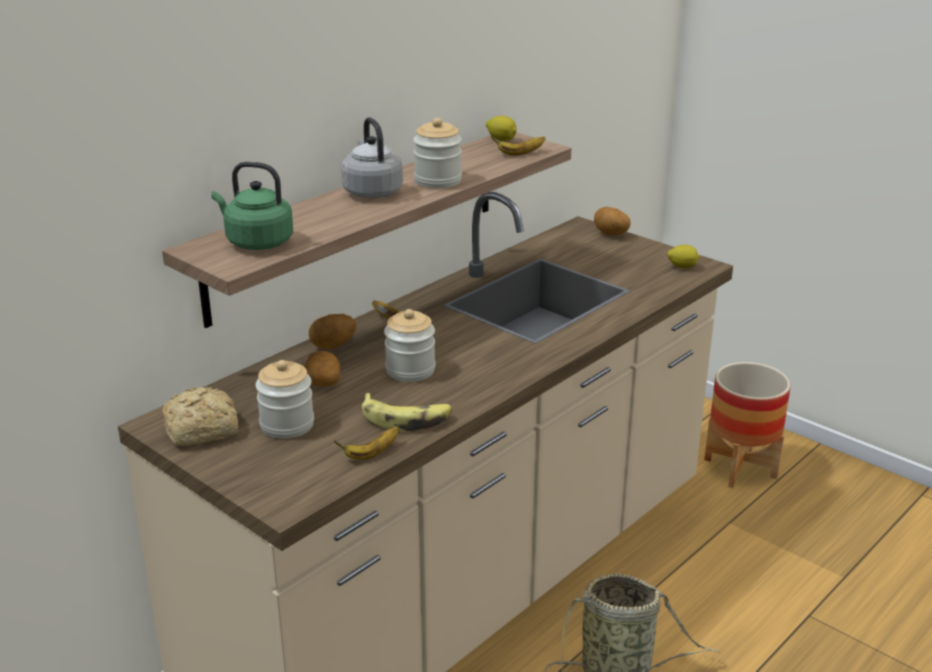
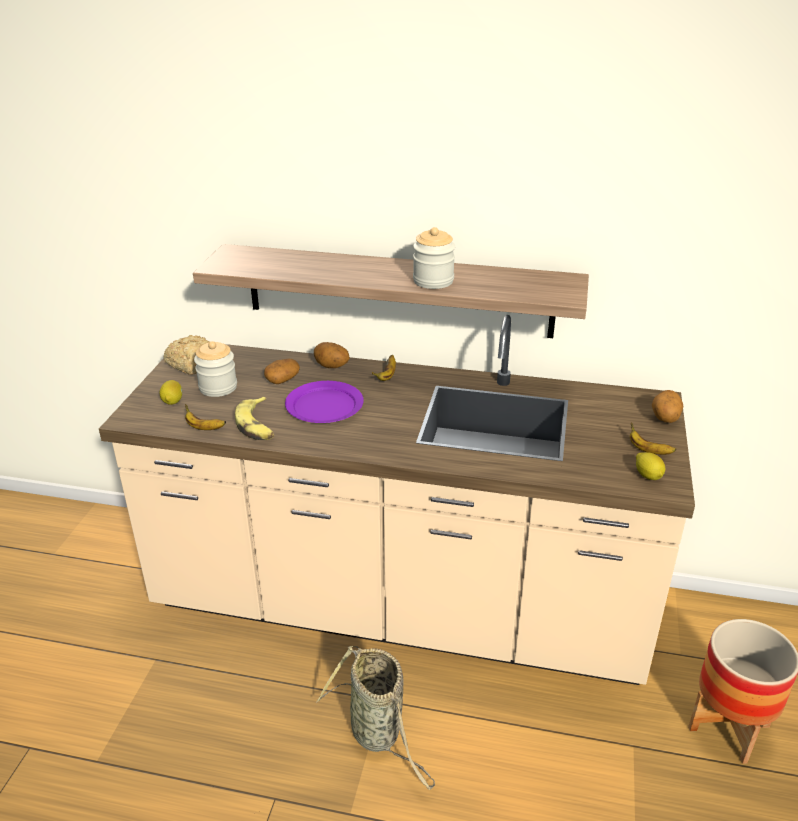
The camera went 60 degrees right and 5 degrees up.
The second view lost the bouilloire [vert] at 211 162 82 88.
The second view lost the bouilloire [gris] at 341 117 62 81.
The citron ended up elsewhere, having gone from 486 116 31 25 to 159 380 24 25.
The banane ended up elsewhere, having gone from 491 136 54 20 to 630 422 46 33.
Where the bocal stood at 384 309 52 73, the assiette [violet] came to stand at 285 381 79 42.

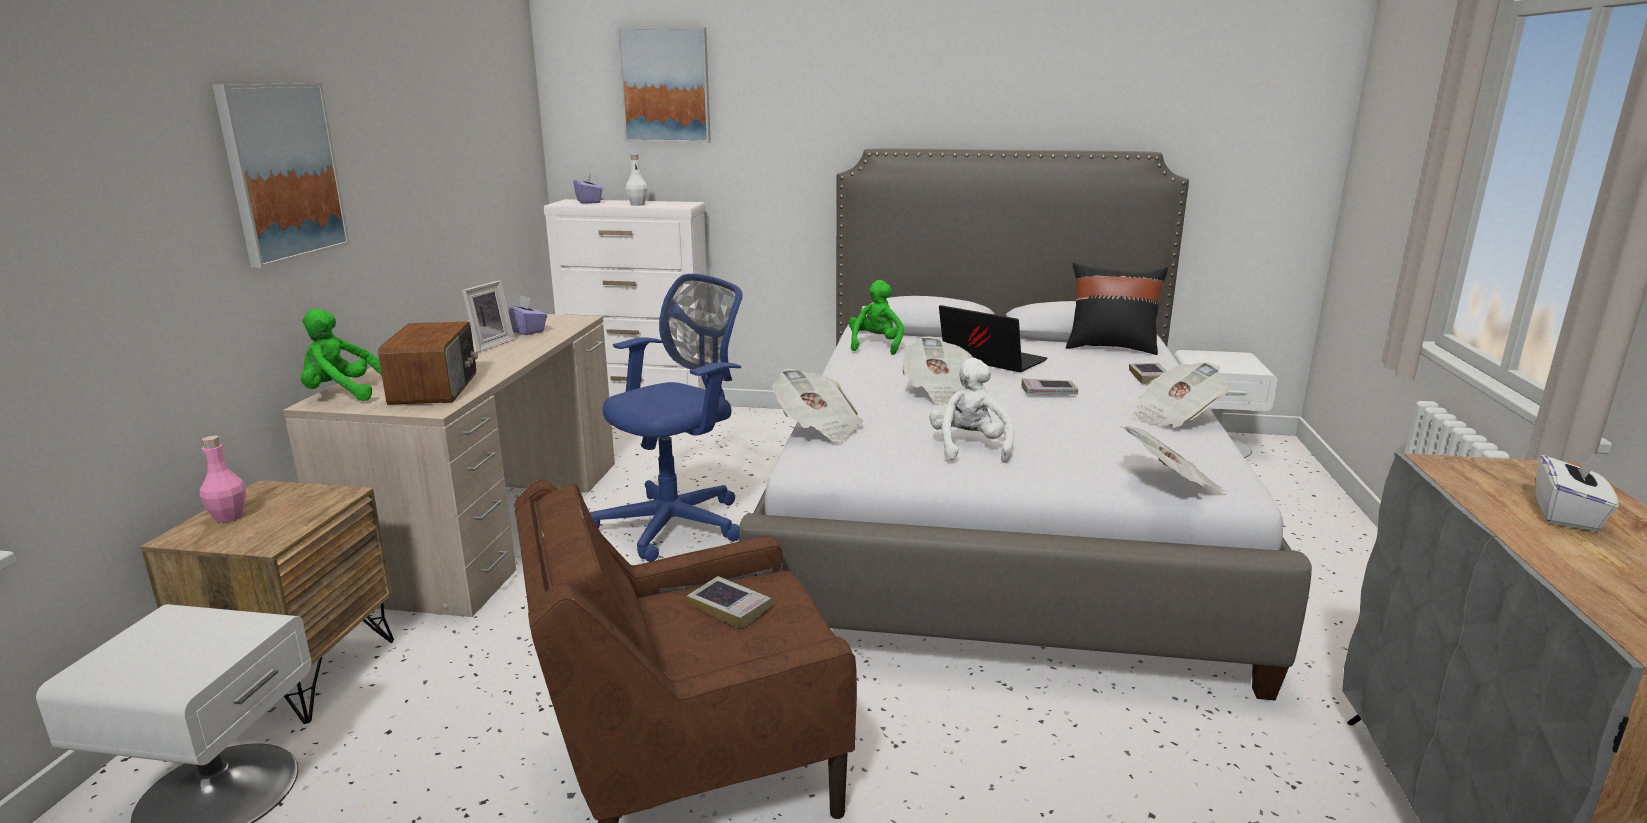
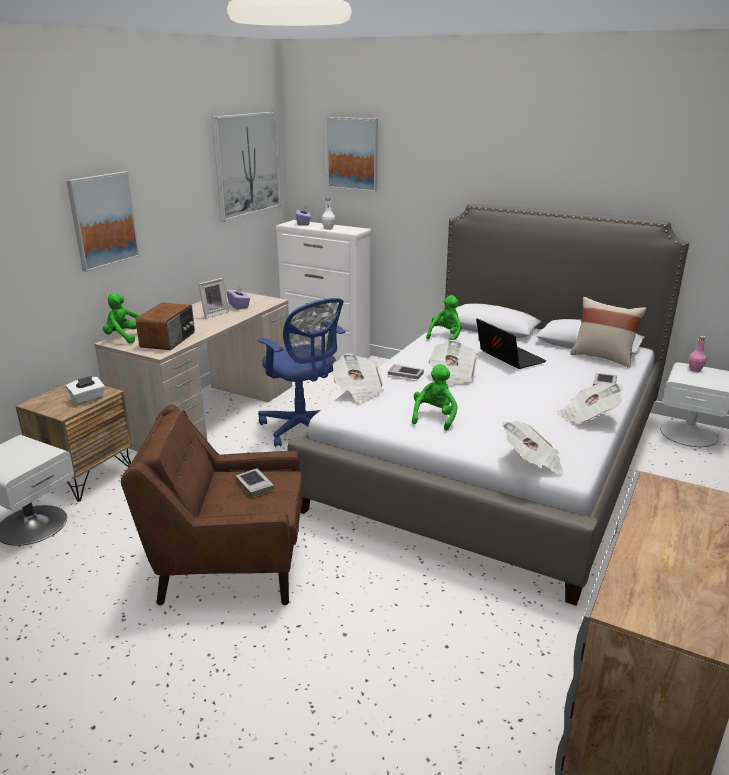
The camera went 20 degrees right and 5 degrees up.
The second view gained the tableau at 212 112 69 110.
The bouteille [rose] ended up elsewhere, having gone from 200 436 46 86 to 689 336 18 36.
The livre ended up elsewhere, having gone from 1021 378 57 17 to 388 364 36 15.
The boîte à mouchoirs [blanc] ended up elsewhere, having gone from 1535 450 83 81 to 66 376 39 28.
What was the peluche [blanc] at 929 358 85 105 turned into the peluche [vert] at 412 364 46 67.
What was the coussin [noir] at 1066 262 102 93 turned into the coussin [beige] at 570 297 77 71.
The chaise de bureau [bleu] at 590 274 152 288 ended up facing another way, 75 degrees clockwise from before.

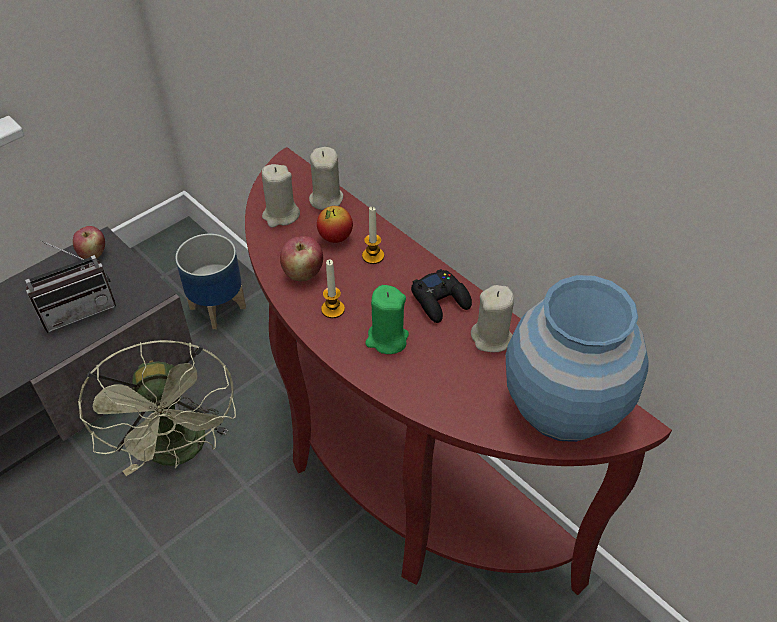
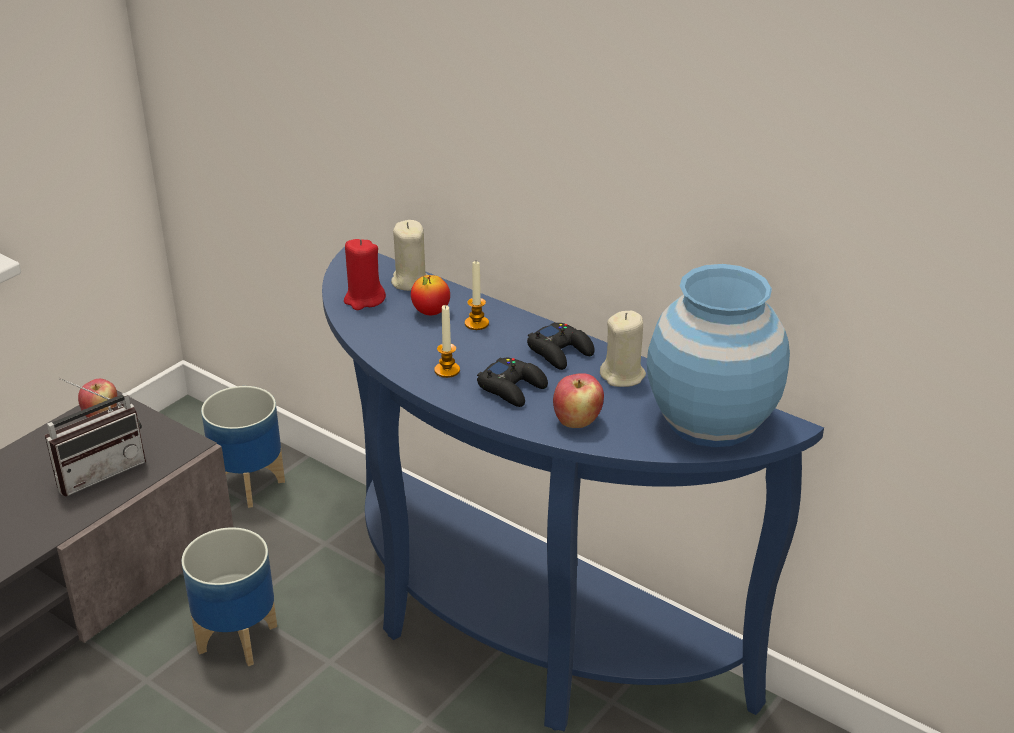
The camera went 10 degrees left and 15 degrees down.
The pomme ended up elsewhere, having gone from 280 236 43 45 to 553 373 51 55.
Where the ventilateur [vert] stood at 78 340 158 136, the cache-pot came to stand at 182 527 95 139.
Where the bougie [vert] stood at 365 285 44 69, the manette [noir] came to stand at 477 357 71 50.
What was the table console [rouge] at 245 147 427 448 turned into the table console [bleu] at 322 247 502 484.
What was the bougie [beige] at 262 164 38 64 turned into the bougie [rouge] at 344 239 42 71.

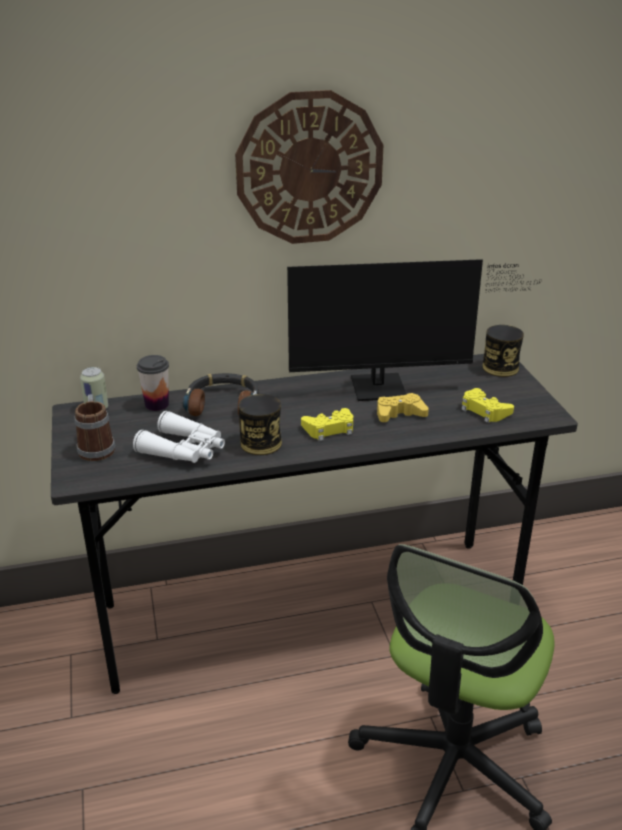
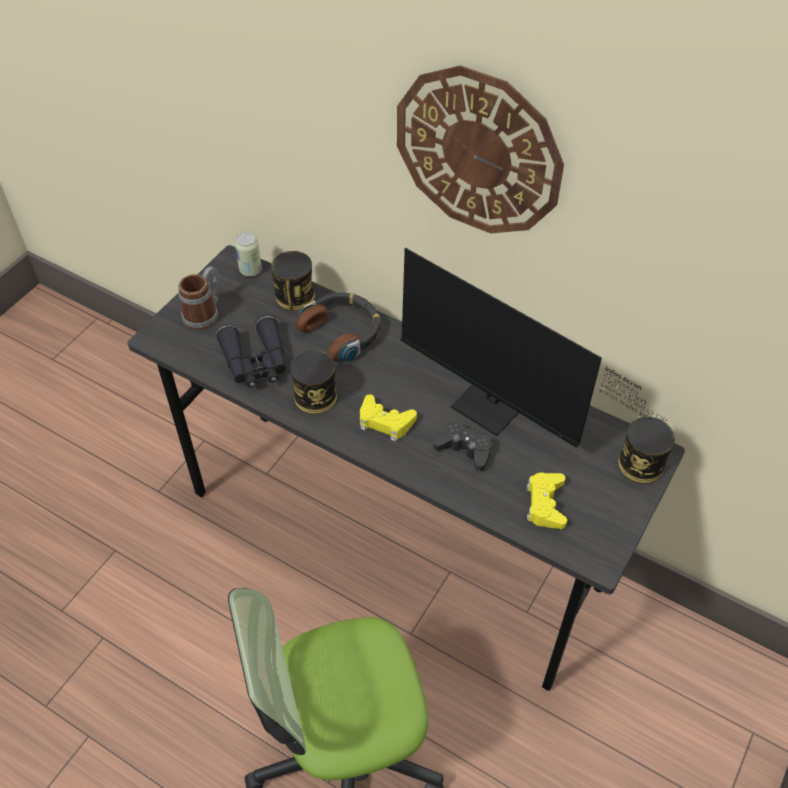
The camera went 45 degrees right and 20 degrees up.
Where the tasse stood at 137 355 32 56, the boîte métallique came to stand at 271 251 44 60.
What was the jumelles [blanc] at 133 411 92 52 turned into the jumelles [noir] at 216 315 70 73.
What was the manette [jaune] at 377 393 52 29 turned into the manette [noir] at 433 421 59 50.

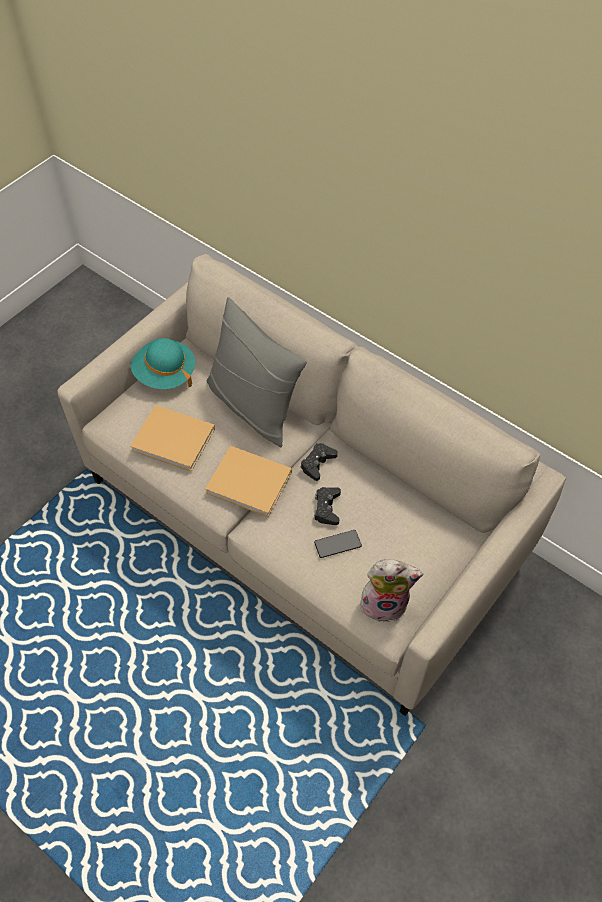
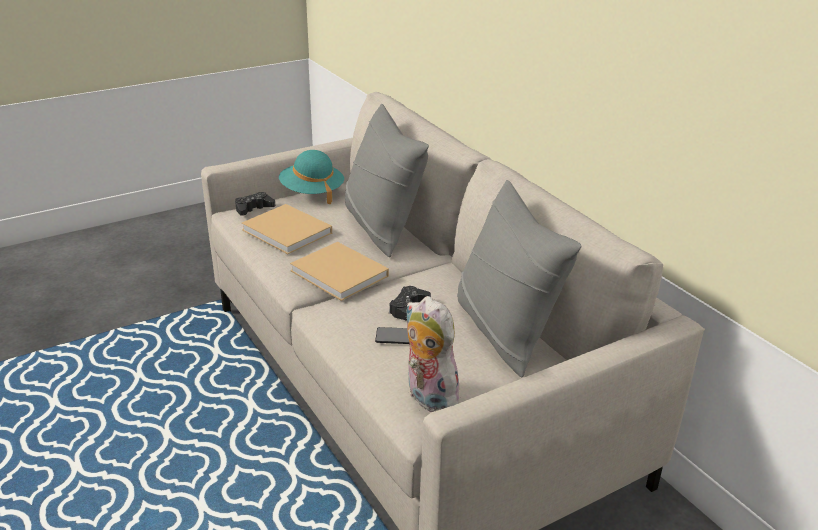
The camera went 20 degrees right and 25 degrees down.
The second view gained the coussin [gris] at 457 180 124 197.
The manette [noir] ended up elsewhere, having gone from 301 443 37 38 to 235 192 40 24.
The peluche at 360 559 63 64 ended up facing another way, 150 degrees counterclockwise from before.

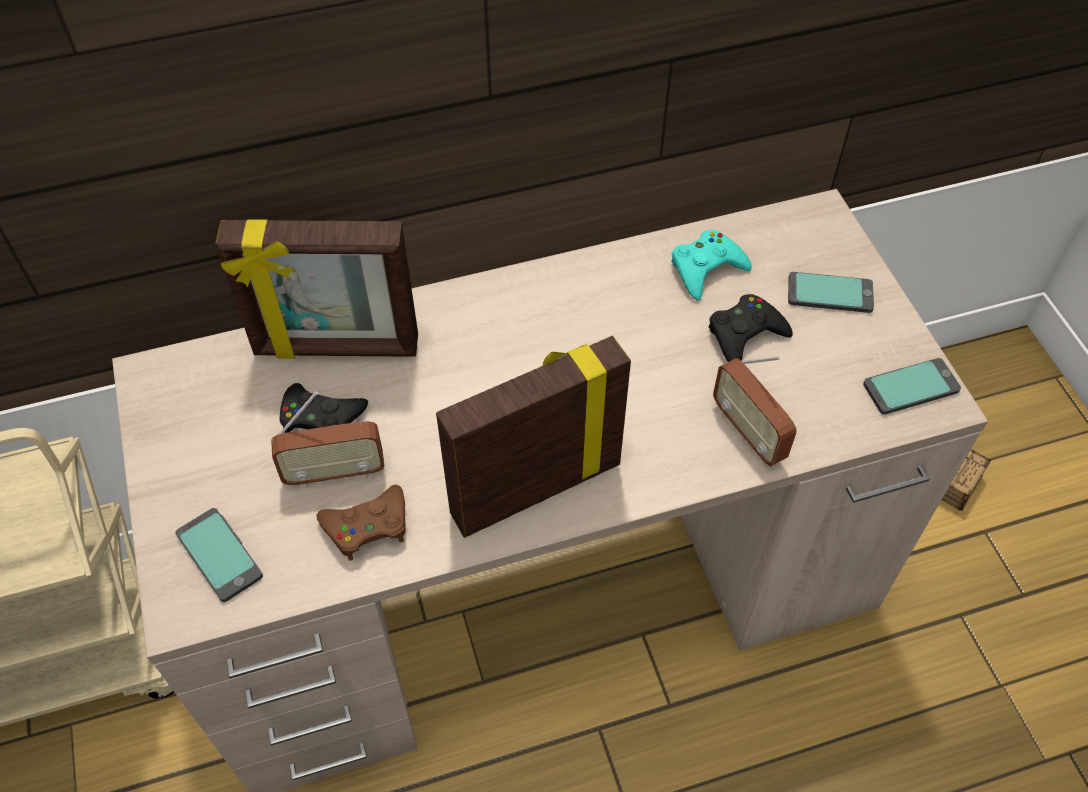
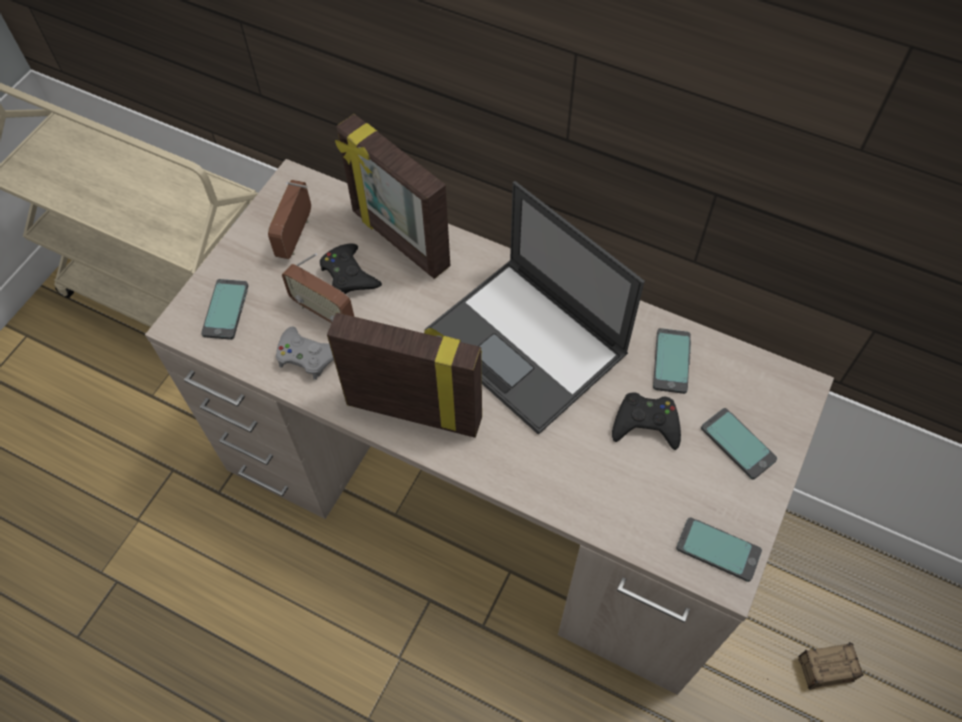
The camera went 45 degrees right and 5 degrees up.
The second view gained the ordinateur portable at 425 181 220 254.
The radio ended up elsewhere, having gone from 713 356 84 110 to 268 180 43 79.
Where the manette [turquoise] stood at 671 230 81 70, the téléphone came to stand at 653 328 38 66.
What was the manette [marron] at 316 485 90 76 turned into the manette [gris] at 276 327 58 53.

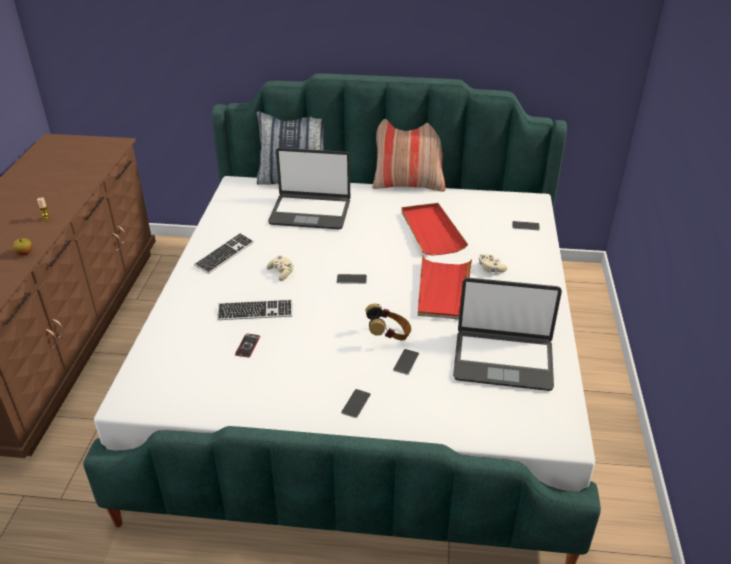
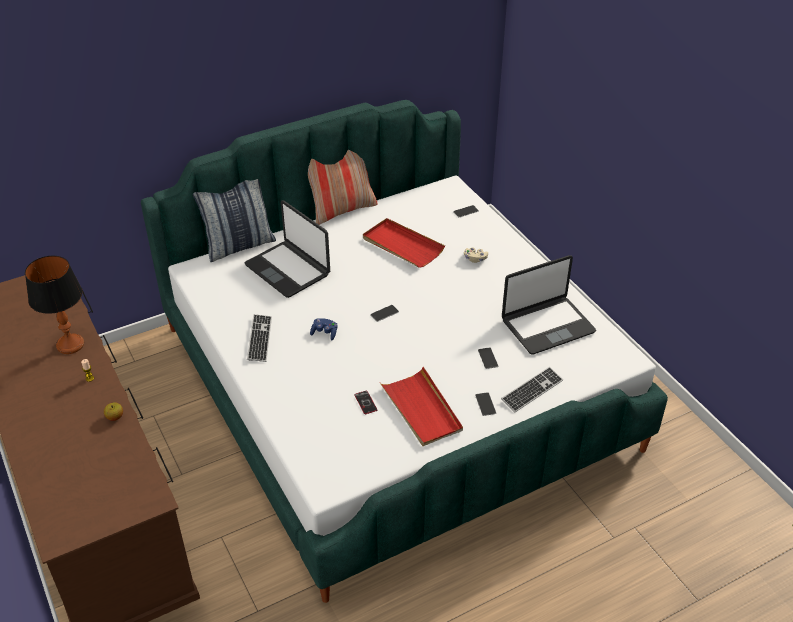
The camera went 35 degrees left and 5 degrees up.
The second view lost the casque audio at 366 303 45 38.
The second view gained the lampe de table at 25 256 59 98.
The clavier ended up elsewhere, having gone from 217 299 76 21 to 501 367 62 45.
The plateau [rouge] ended up elsewhere, having gone from 418 255 54 65 to 379 367 84 79.
What was the manette [beige] at 266 255 28 26 turned into the manette [bleu] at 310 318 28 22.
The ordinateur portable at 268 148 82 81 ended up facing another way, 75 degrees clockwise from before.

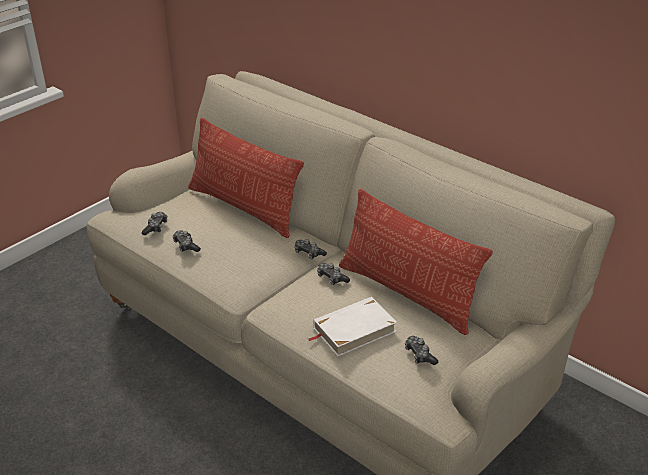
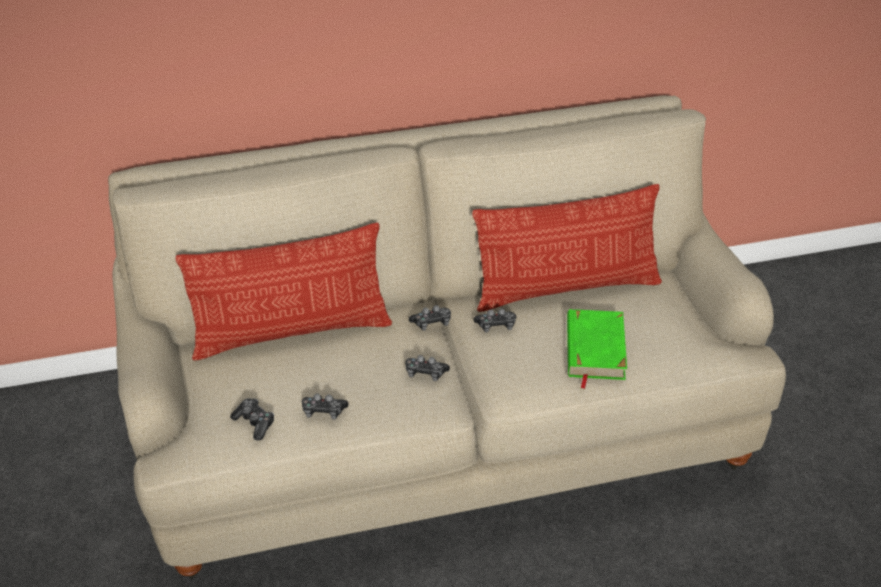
The camera went 55 degrees left and 5 degrees up.
The manette ended up elsewhere, having gone from 405 336 33 29 to 405 355 45 26.
What was the livre [blanc] at 309 297 88 60 turned into the livre [vert] at 567 309 60 80.

